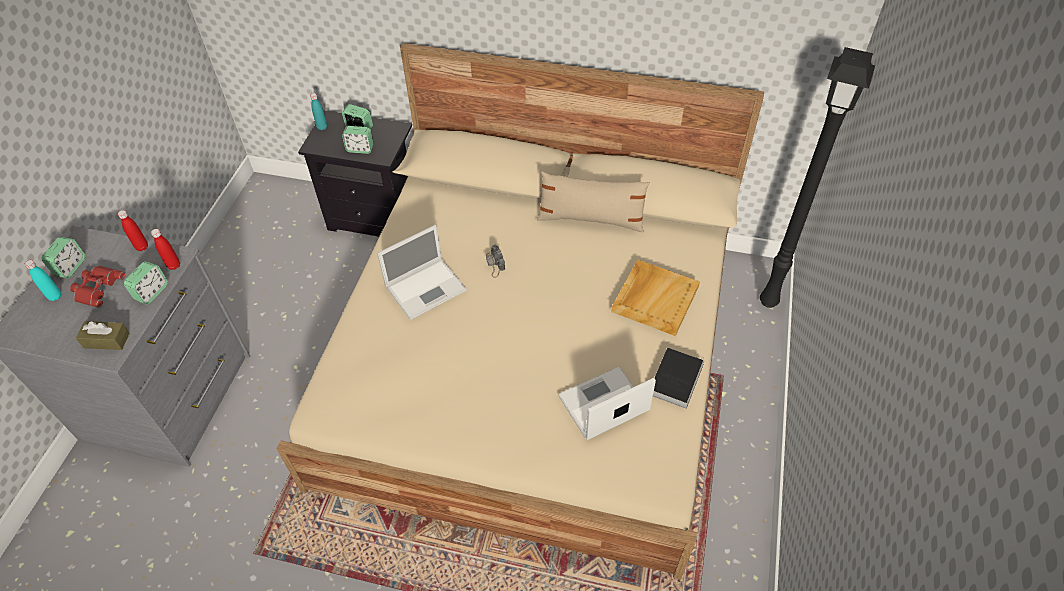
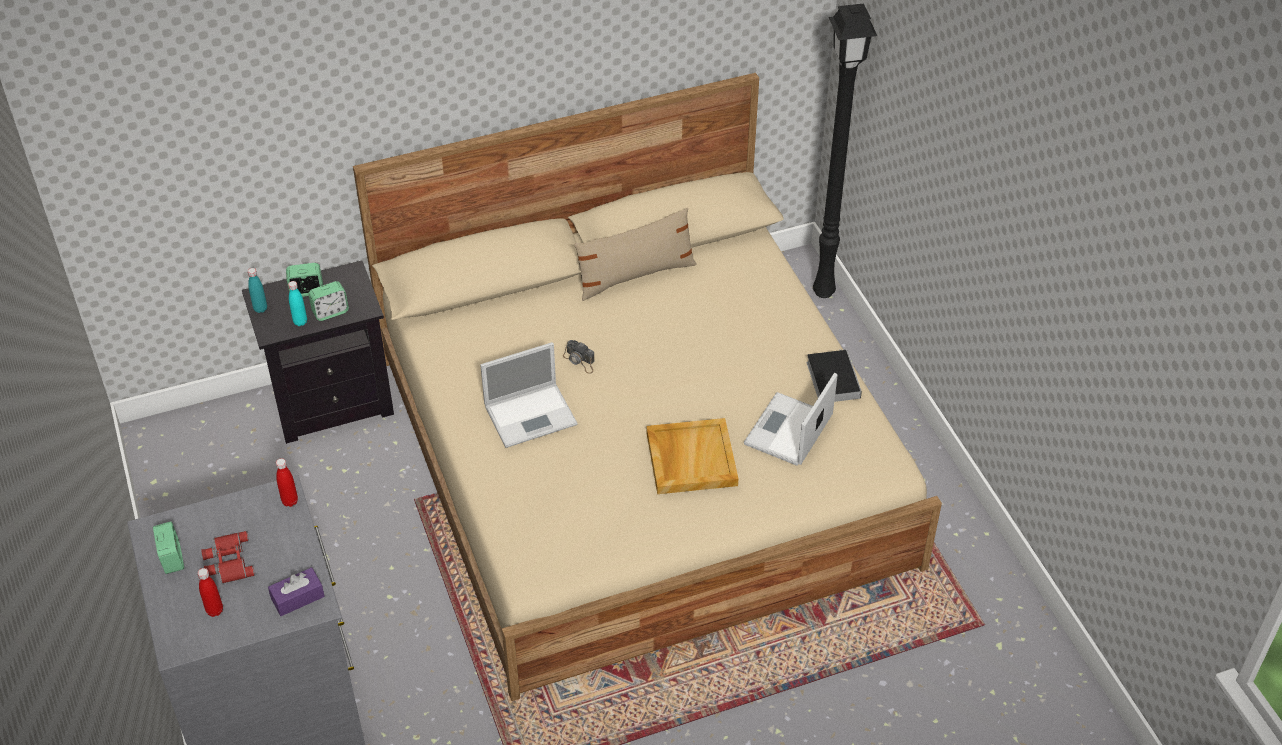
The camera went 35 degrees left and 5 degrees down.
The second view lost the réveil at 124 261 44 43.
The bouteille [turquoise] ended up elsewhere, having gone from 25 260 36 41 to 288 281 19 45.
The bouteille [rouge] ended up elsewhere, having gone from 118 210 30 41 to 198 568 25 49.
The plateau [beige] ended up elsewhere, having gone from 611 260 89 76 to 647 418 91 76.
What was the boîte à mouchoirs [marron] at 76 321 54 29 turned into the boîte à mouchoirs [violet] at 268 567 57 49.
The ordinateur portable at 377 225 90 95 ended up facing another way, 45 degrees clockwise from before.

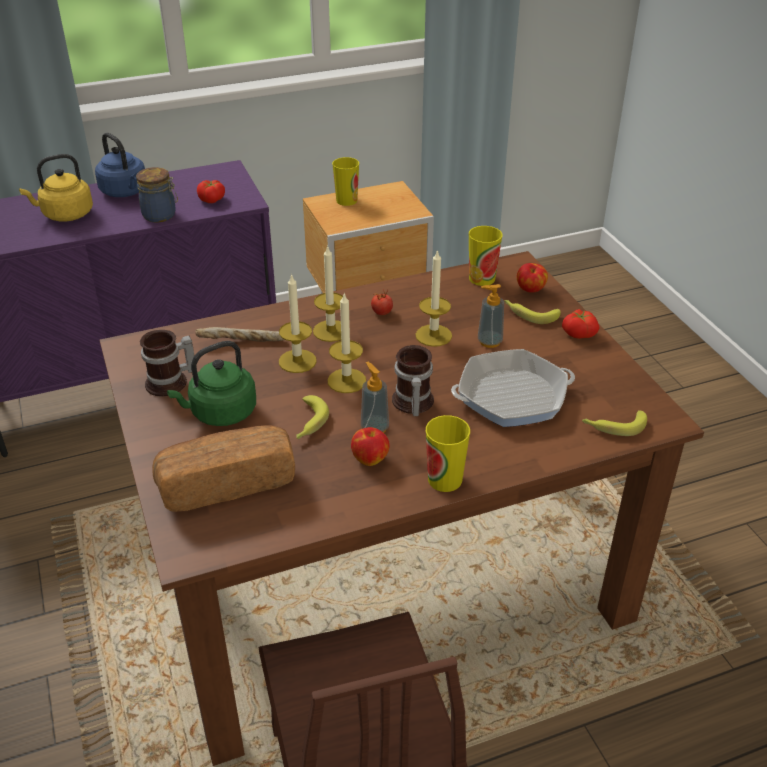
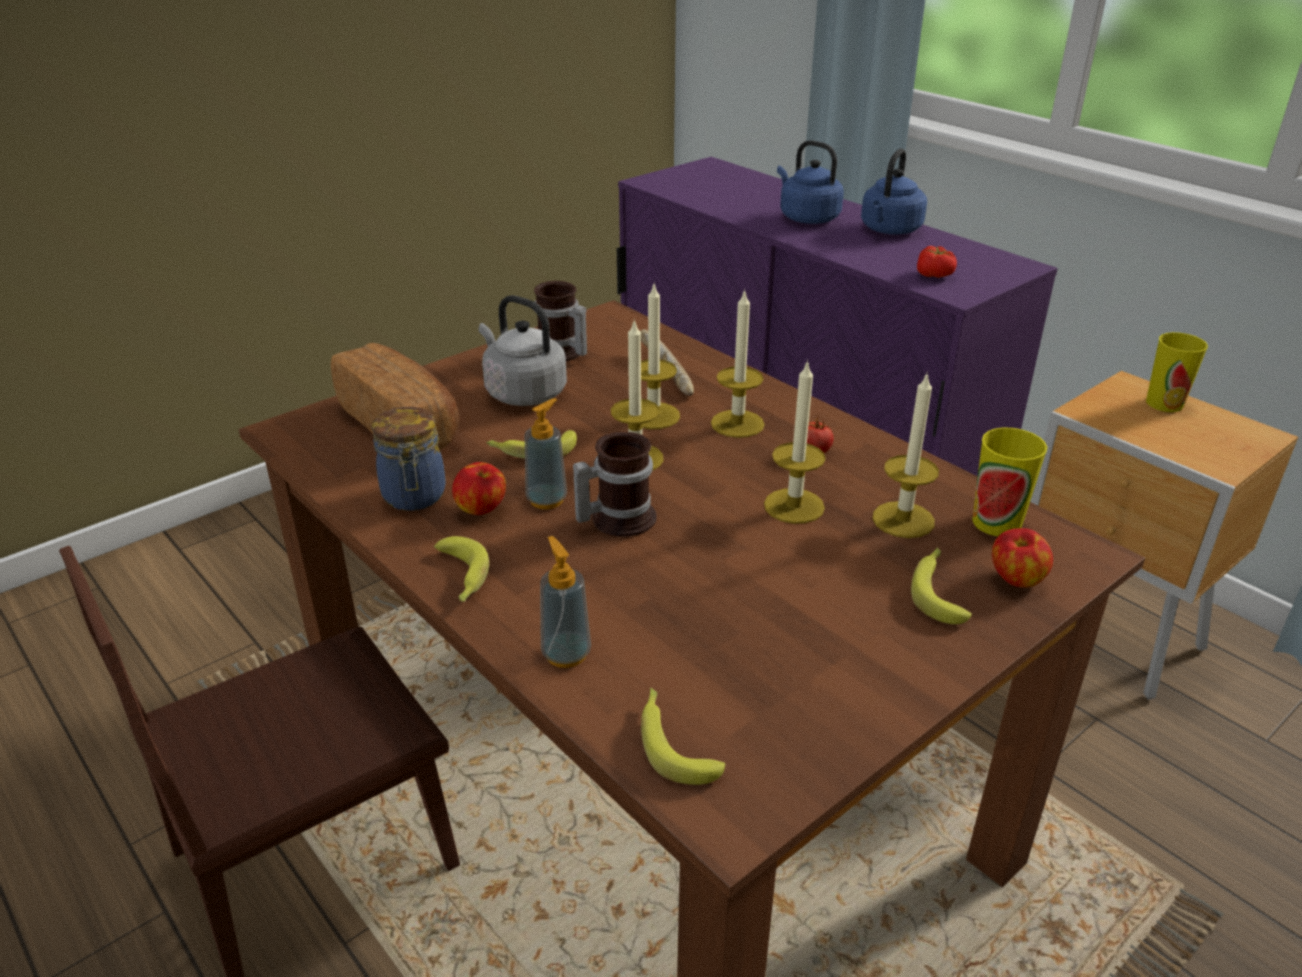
The camera went 70 degrees right and 5 degrees down.
The second view lost the poêle at 451 349 124 78.
The second view lost the tomate at 562 309 37 30.
The second view gained the bougie at 873 372 66 166.
The bocal ended up elsewhere, having gone from 136 167 42 55 to 372 407 74 104.
The distributeur de savon ended up elsewhere, having gone from 478 284 26 64 to 540 536 51 132.
Where the tasse stood at 426 415 44 77, the banane came to stand at 434 536 55 66.
What was the bouilloire [jaune] at 19 154 74 68 turned into the bouilloire [bleu] at 777 140 67 84.
What was the bouilloire [vert] at 167 341 89 85 turned into the bouilloire [gris] at 479 295 88 111.

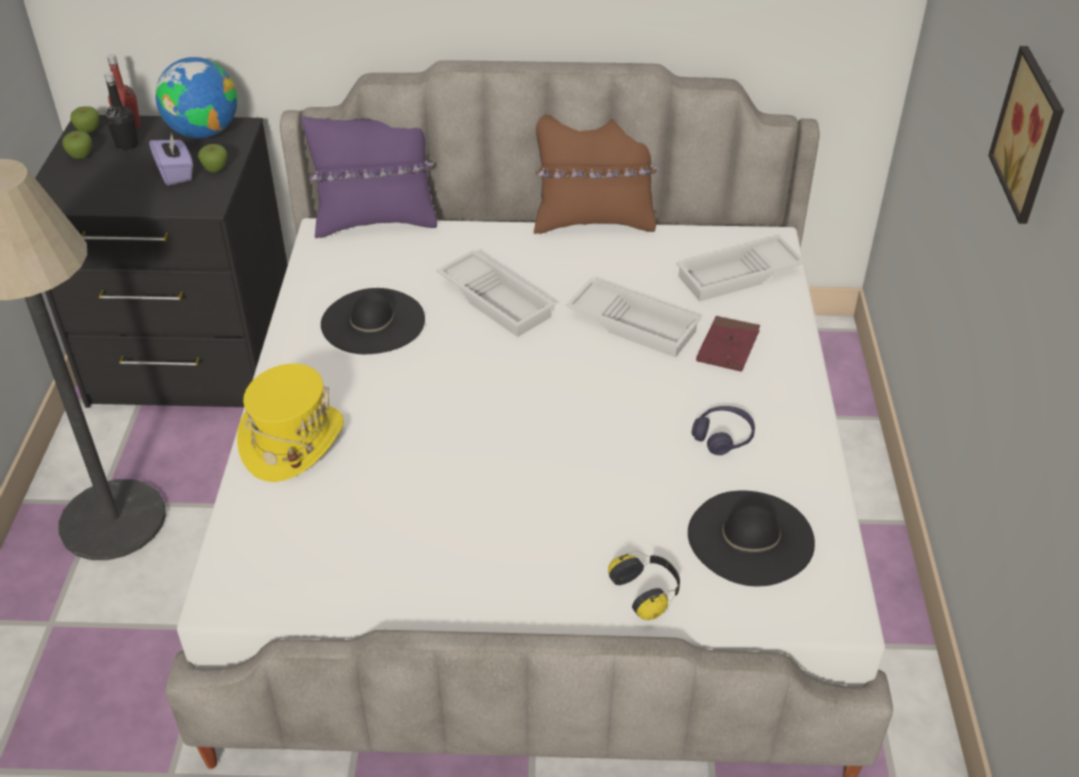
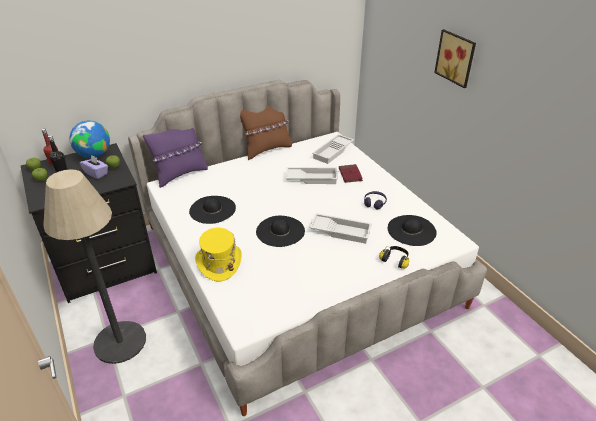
The camera went 30 degrees left and 5 degrees down.
The second view gained the chapeau [noir] at 256 216 49 31.
The plateau [blanc] ended up elsewhere, having gone from 436 250 119 87 to 309 213 63 31.

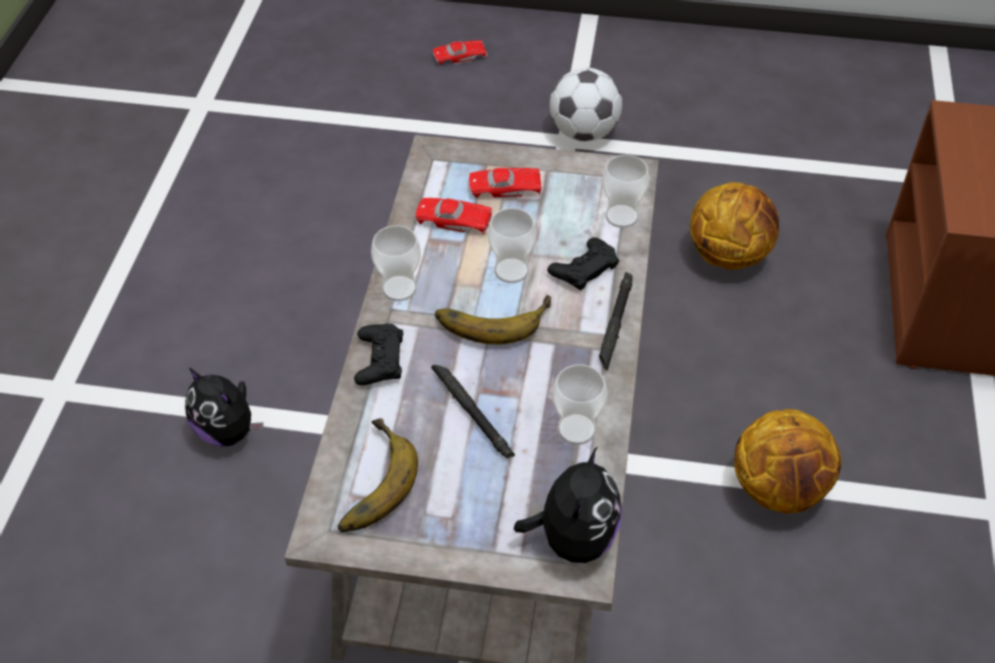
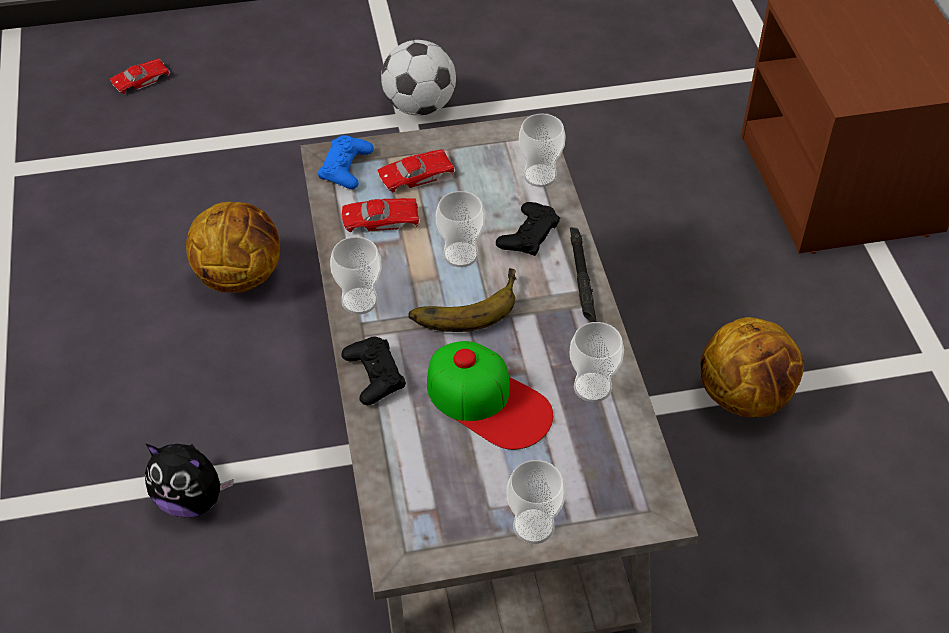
The camera went 20 degrees left and 0 degrees up.
The second view lost the banane at 337 418 81 114.
The second view lost the peluche at 514 446 108 117.
The second view gained the manette [bleu] at 318 135 56 54.
The second view gained the tasse at 507 460 59 84.
The petite voiture [rouge] ended up elsewhere, having gone from 433 40 54 25 to 110 58 60 36.
The ballon de basket ended up elsewhere, having gone from 690 182 89 88 to 186 202 94 91.
Where the lampe de poche [noir] stood at 431 365 84 93, the casquette came to stand at 427 341 126 109.

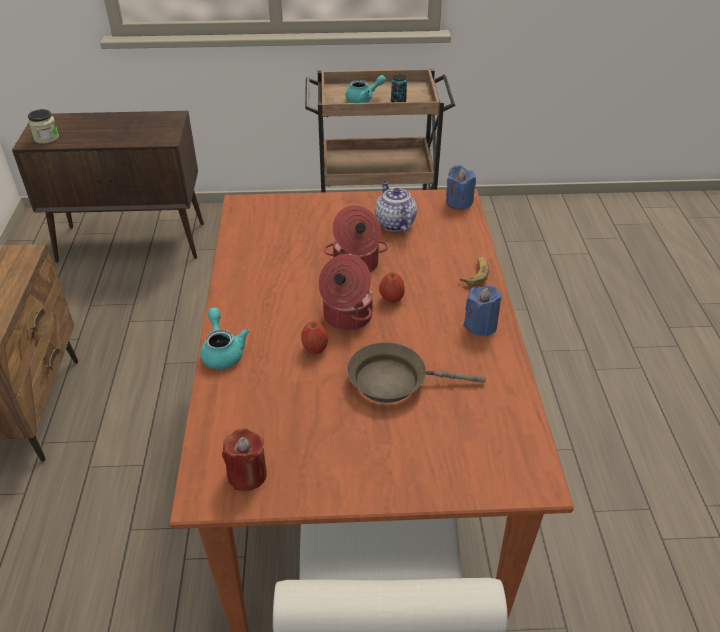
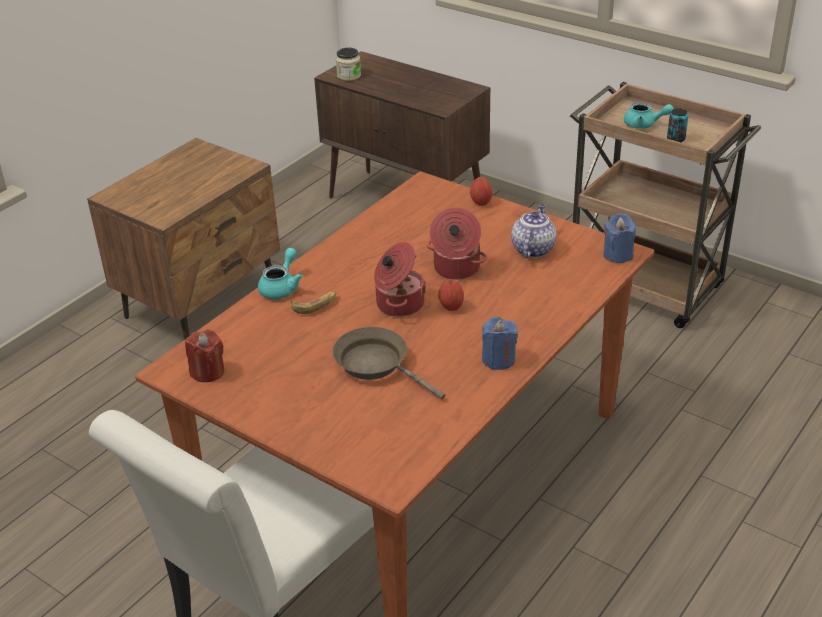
The camera went 40 degrees right and 5 degrees down.
The pomme ended up elsewhere, having gone from 301 321 27 33 to 470 177 23 29.
The banane ended up elsewhere, having gone from 460 257 29 29 to 291 291 45 23.

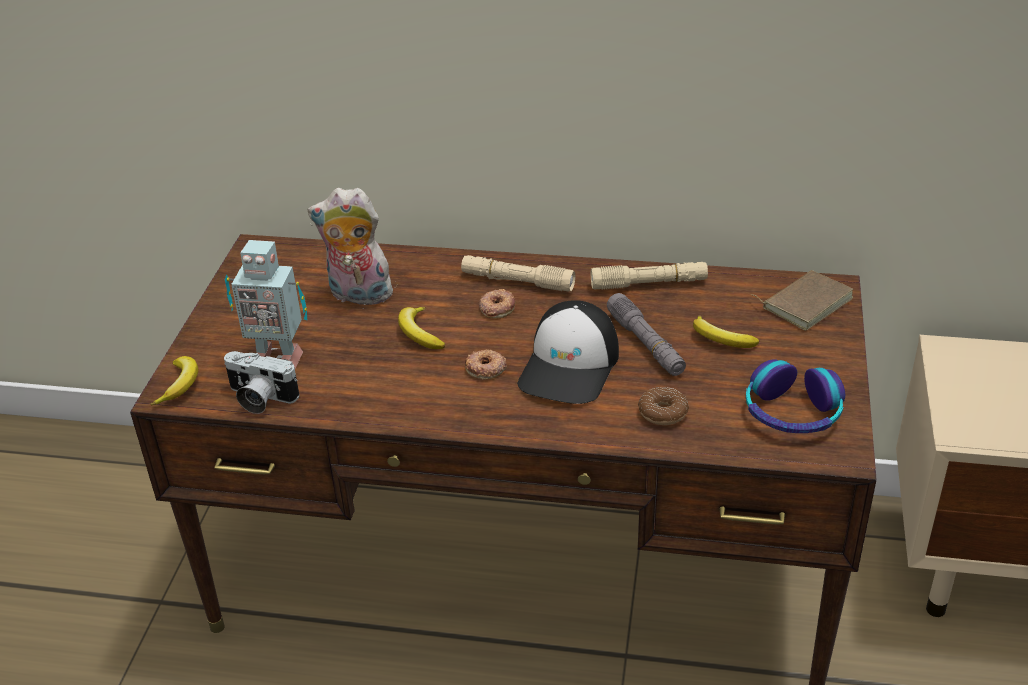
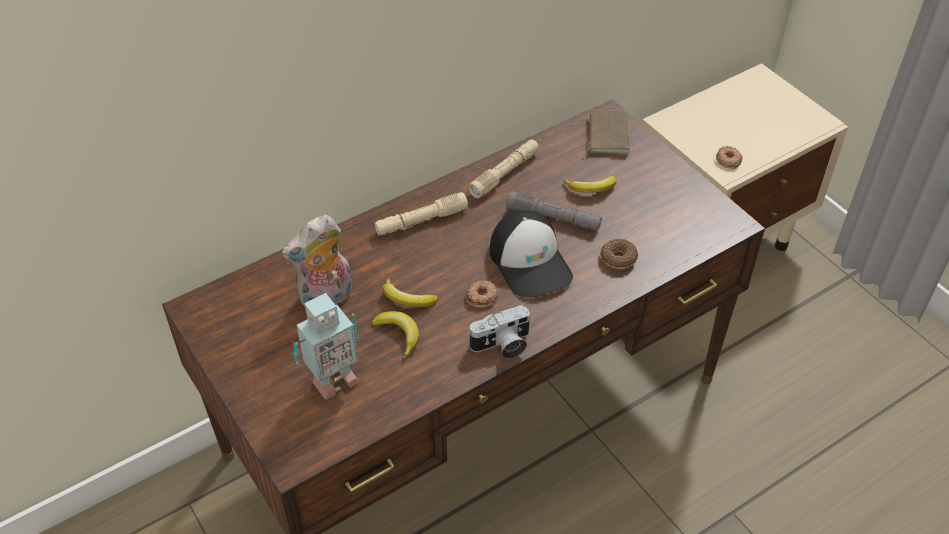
The camera went 45 degrees left and 10 degrees up.
The second view lost the casque audio at 746 359 99 74.
The banane ended up elsewhere, having gone from 151 356 47 49 to 372 311 48 48.
The appareil photo ended up elsewhere, having gone from 224 351 76 63 to 468 305 63 54.
The beignet ended up elsewhere, having gone from 479 289 36 30 to 716 146 26 23.

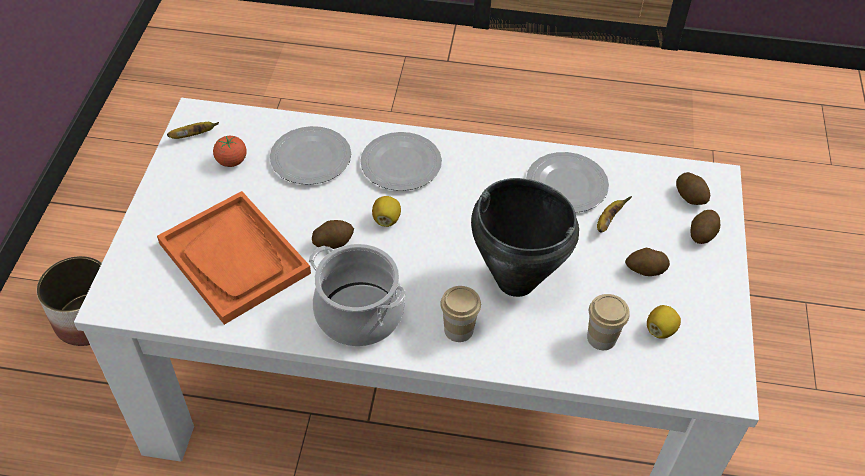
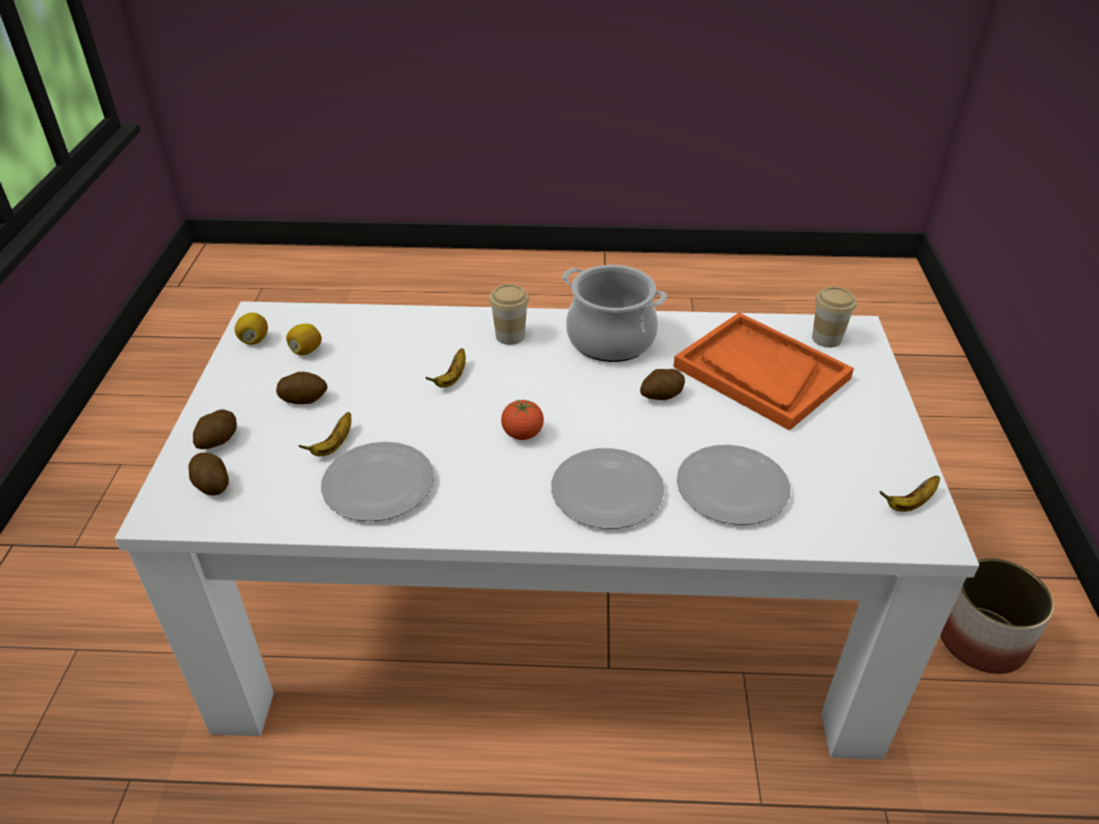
The camera went 175 degrees right and 10 degrees down.
The tomate ended up elsewhere, having gone from 213 136 34 31 to 501 400 43 40.
The citron ended up elsewhere, having gone from 372 196 29 31 to 235 313 33 32.
The tasse ended up elsewhere, having gone from 587 294 43 56 to 812 287 44 61.
Where the marmite [noir] stood at 471 178 108 119, the banane came to stand at 425 348 41 40.

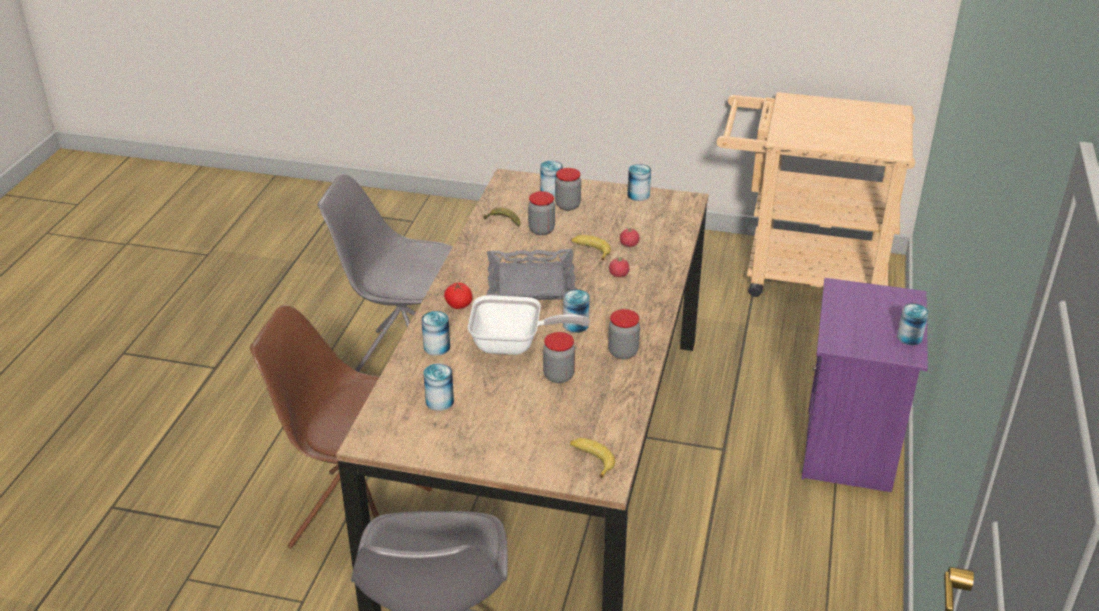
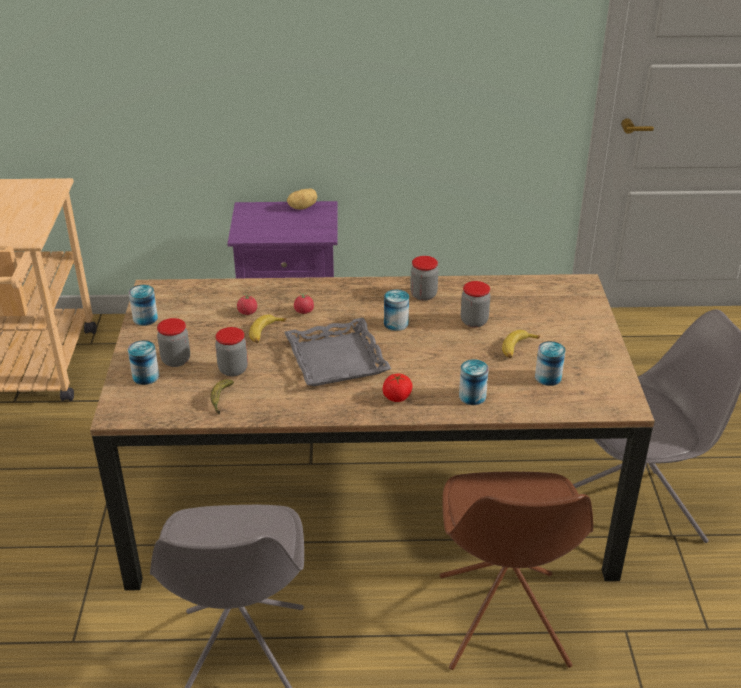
The camera went 105 degrees left and 0 degrees up.
The second view lost the poêle at 468 295 122 60.
The banane ended up elsewhere, having gone from 570 438 45 41 to 502 330 38 28.
Where the boîte métallique stood at 897 303 32 42, the pomme de terre came to stand at 287 188 30 22.

